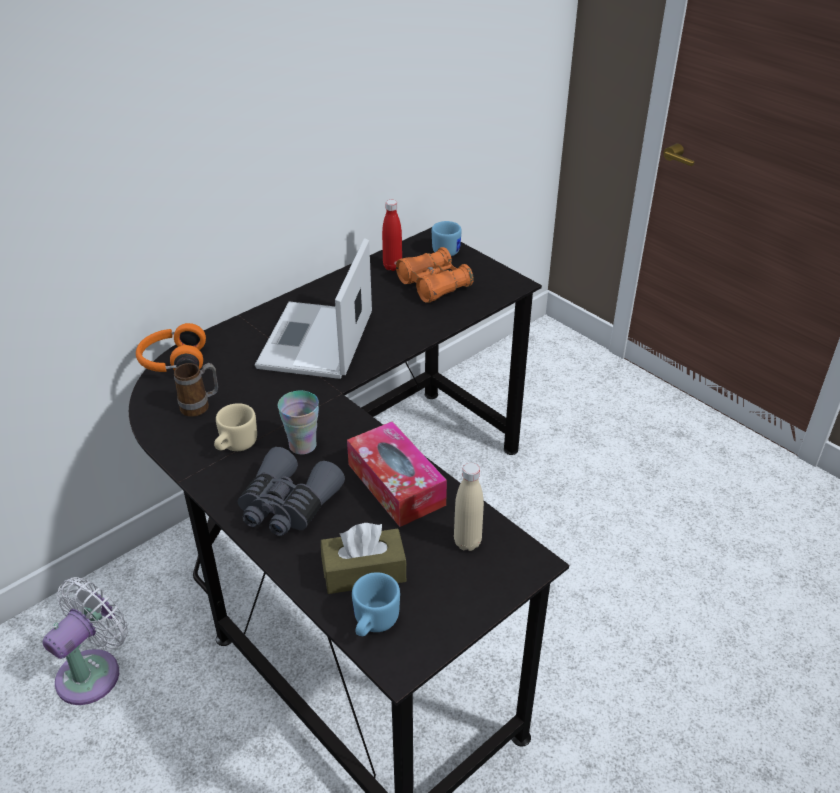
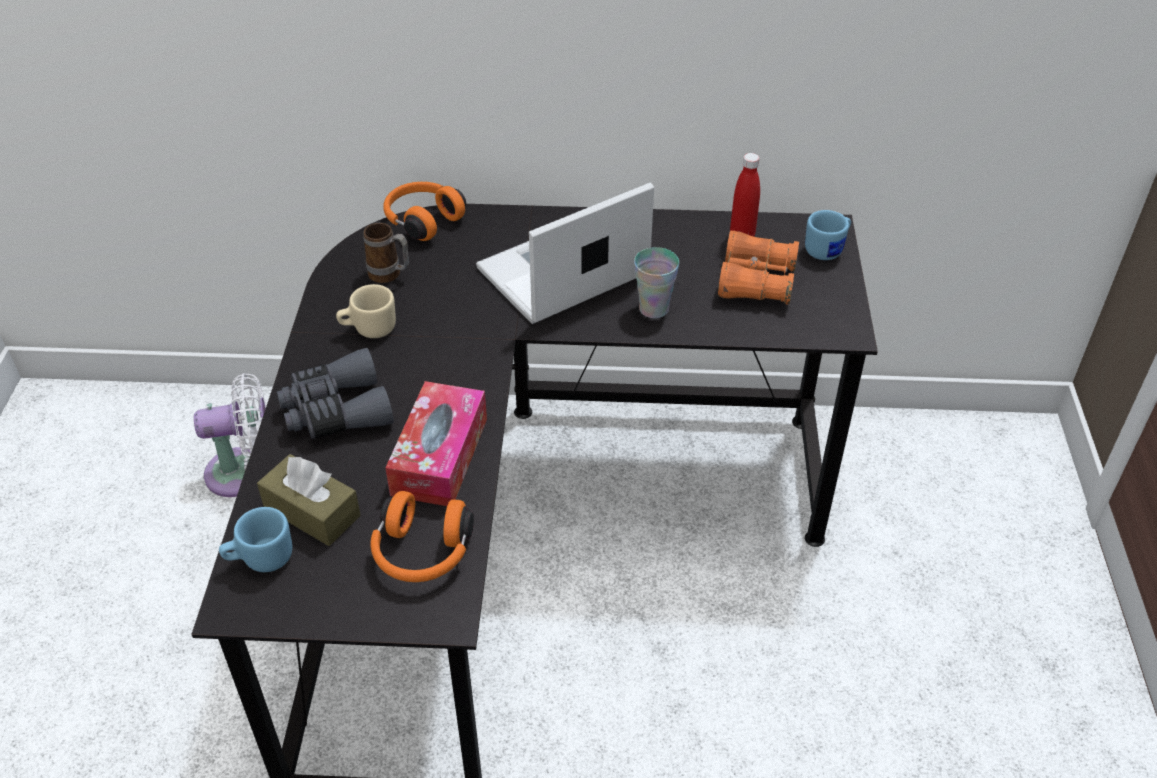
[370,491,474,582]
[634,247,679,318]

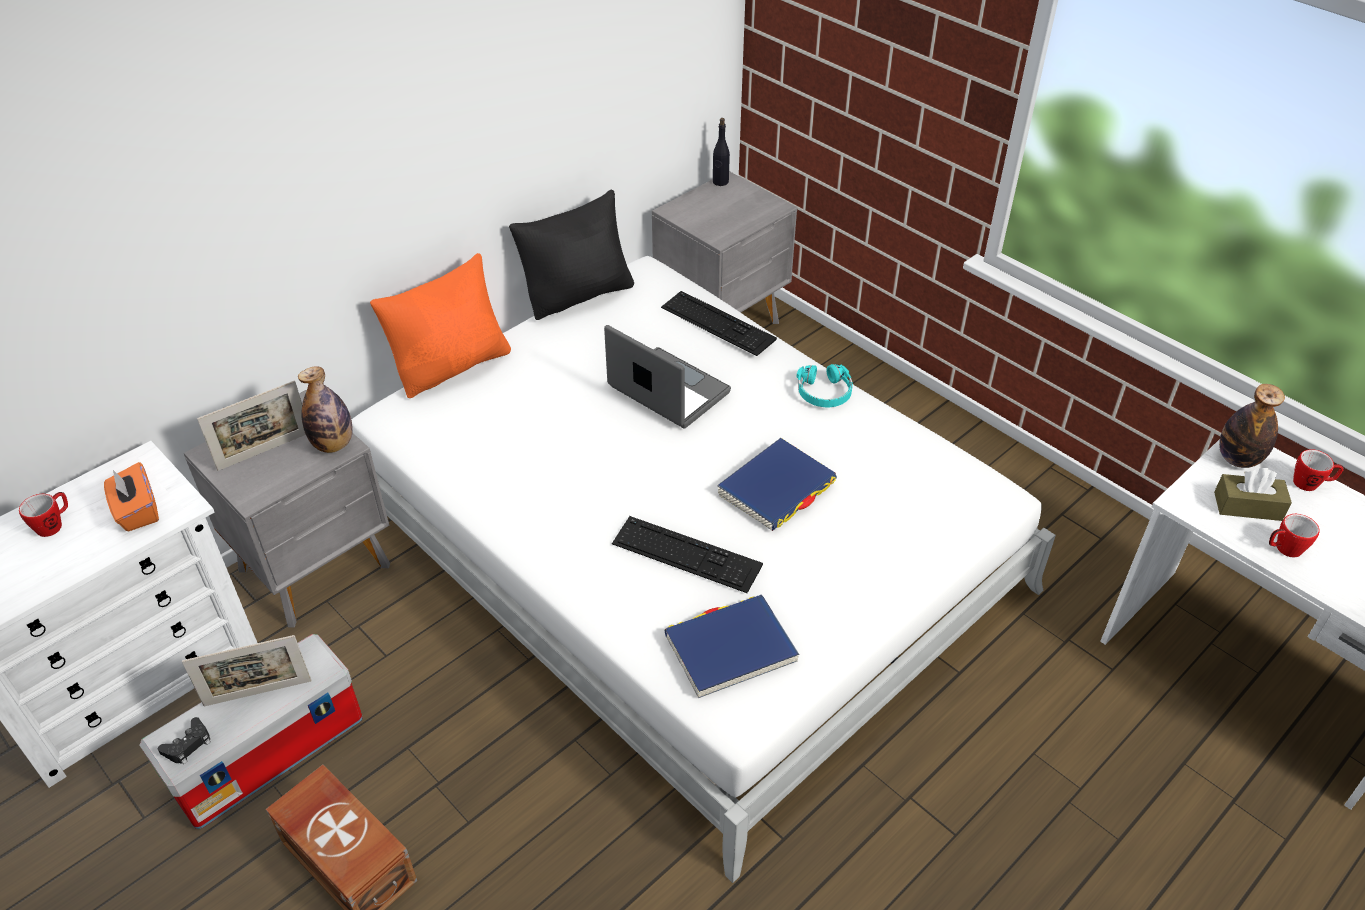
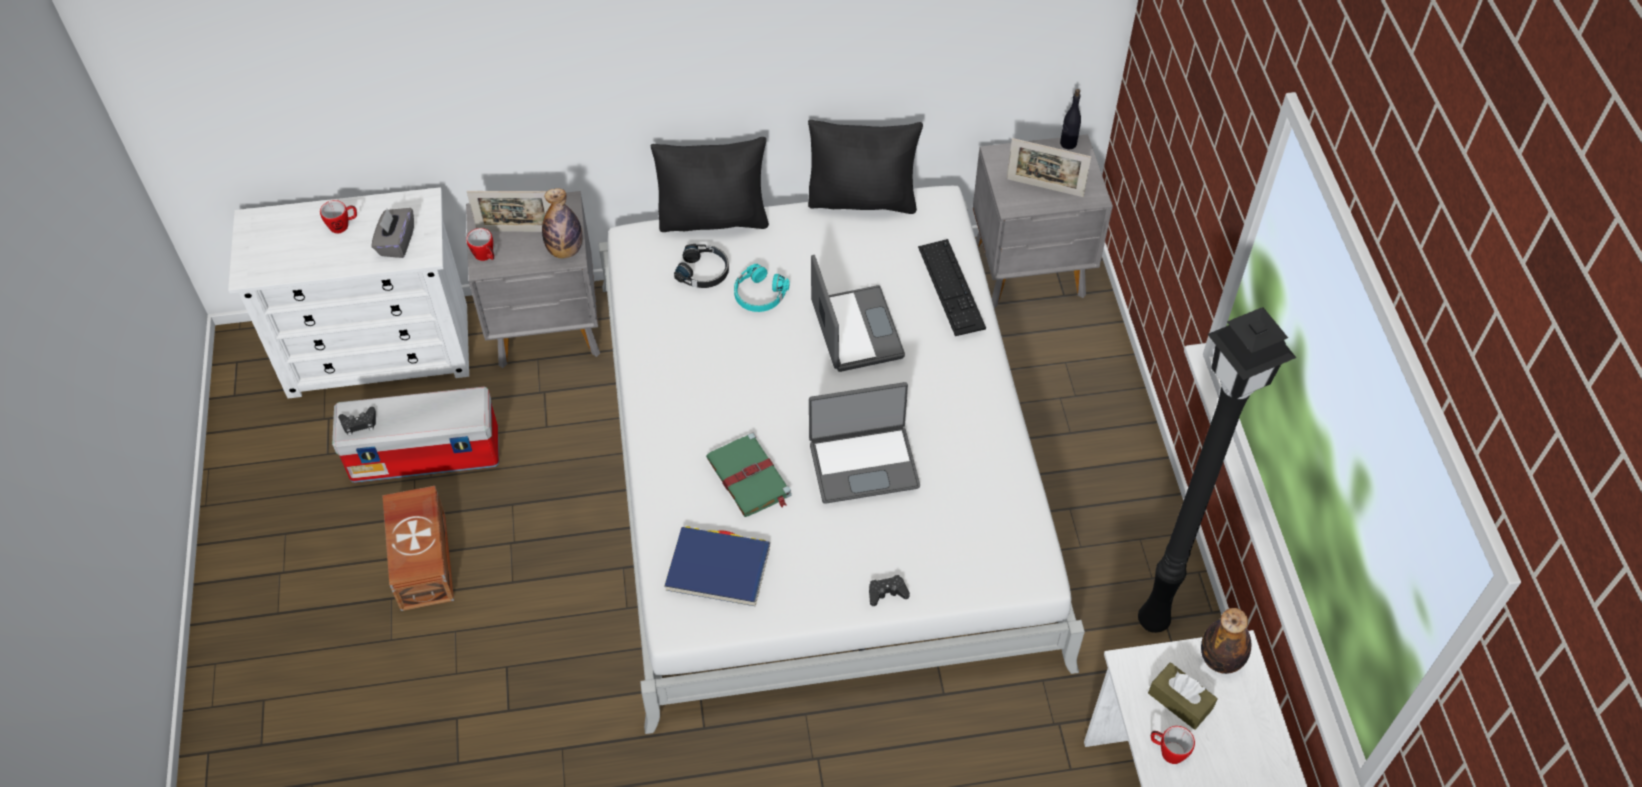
[371,208,414,258]
[466,228,494,261]
[651,137,769,232]
[674,244,729,288]
[706,432,792,517]
[734,263,789,312]
[809,382,920,504]
[869,575,910,606]
[1006,138,1091,197]
[1138,307,1296,633]

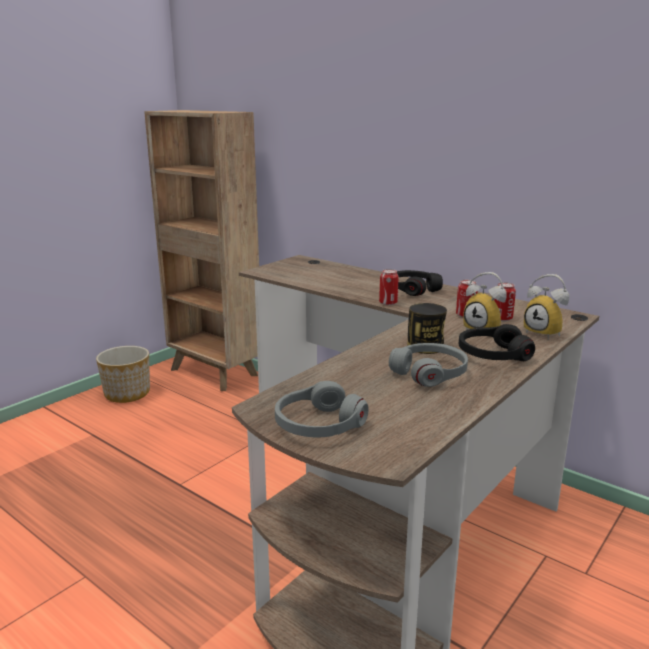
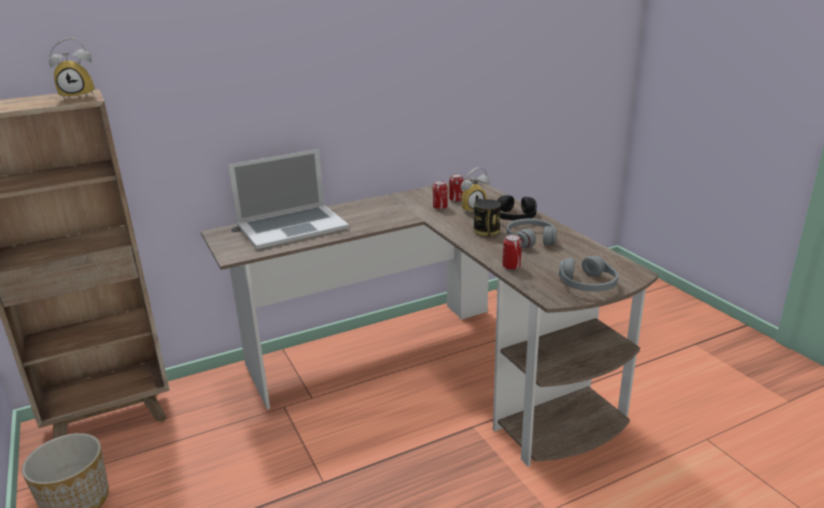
[48,37,95,100]
[228,149,349,249]
[503,234,522,270]
[397,270,443,296] (first image)

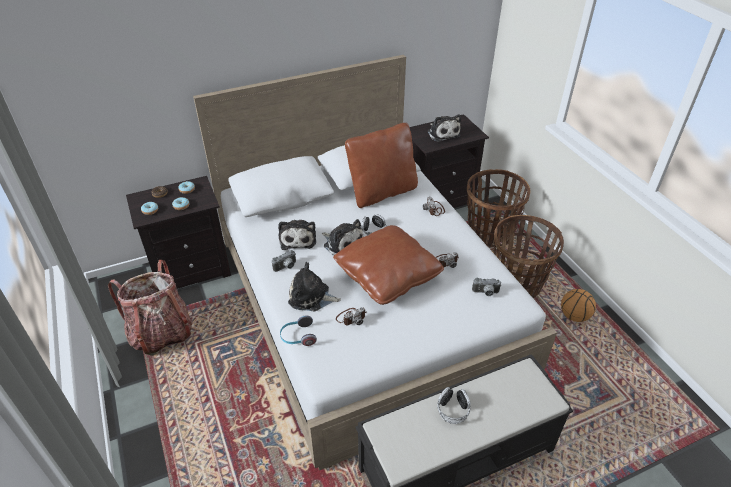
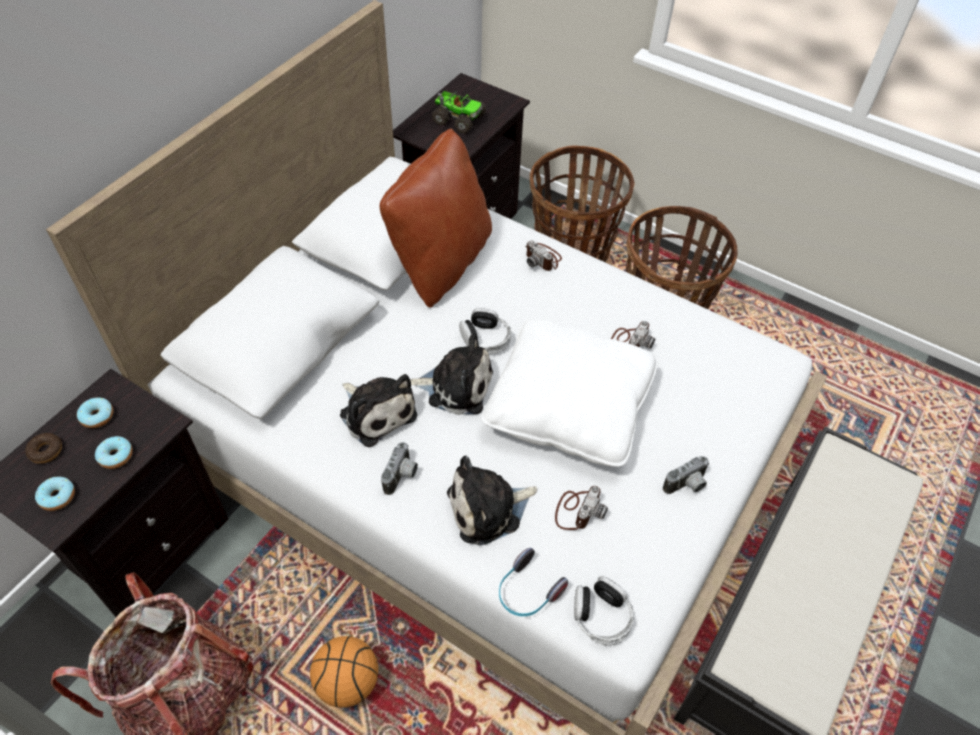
[310,636,378,708]
[432,91,486,134]
[481,318,658,467]
[574,576,634,645]
[663,456,709,494]

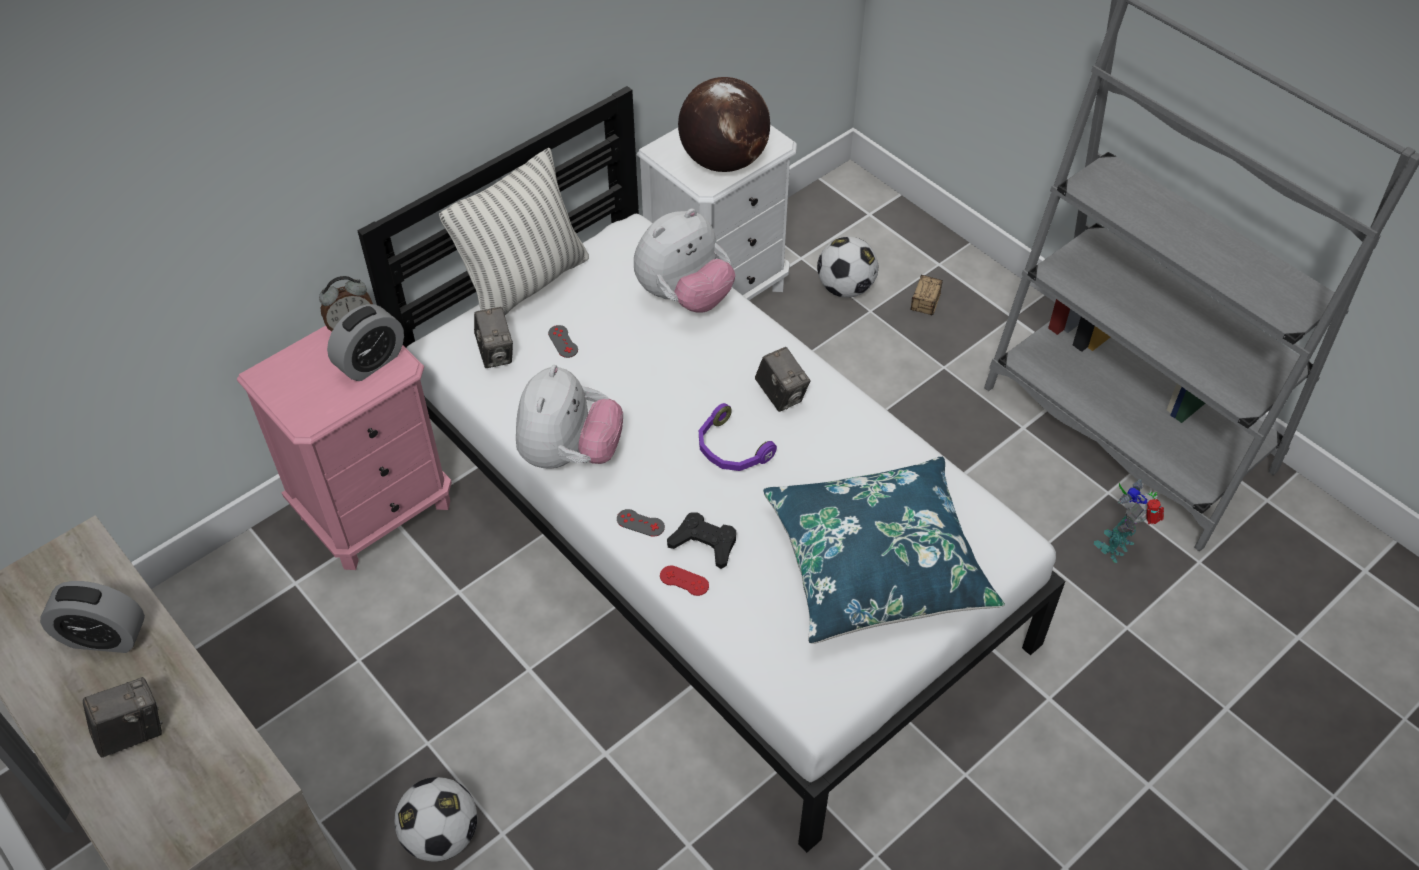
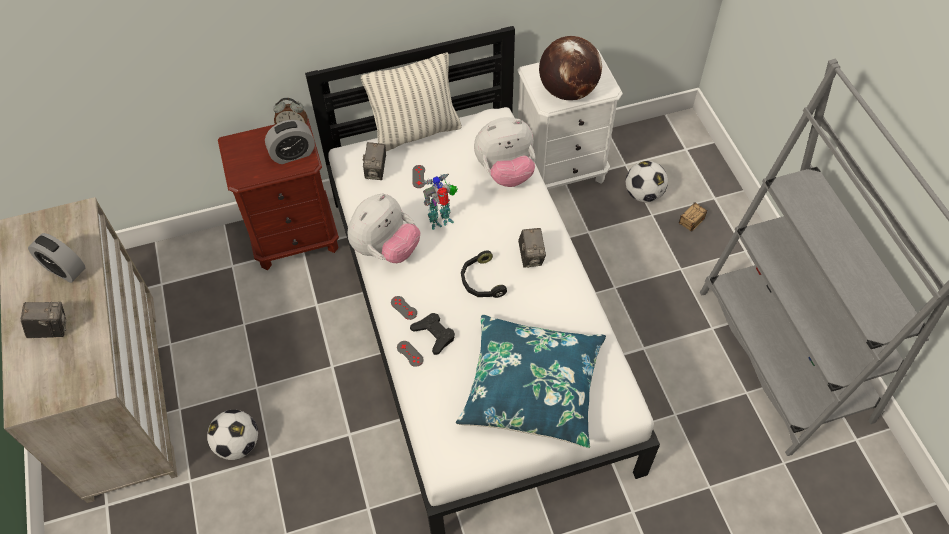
[218,118,339,270]
[397,341,423,367]
[422,174,458,230]
[461,250,507,298]

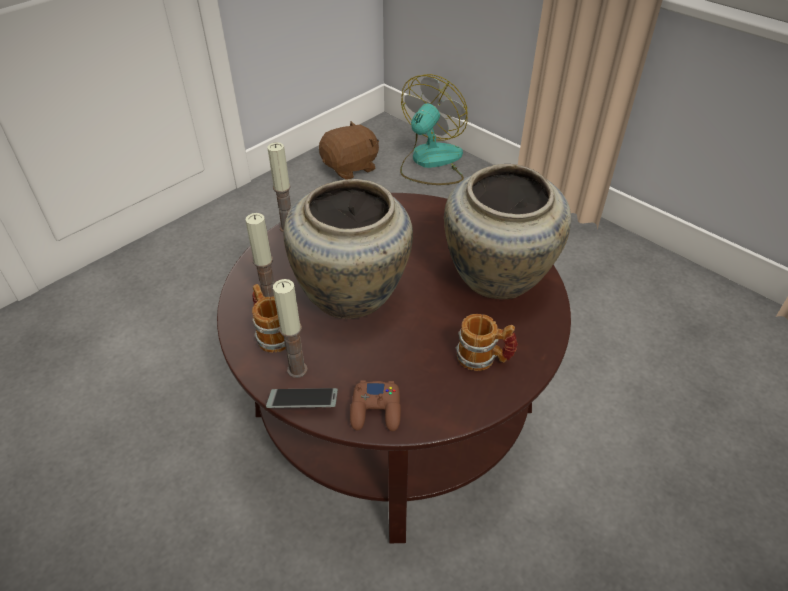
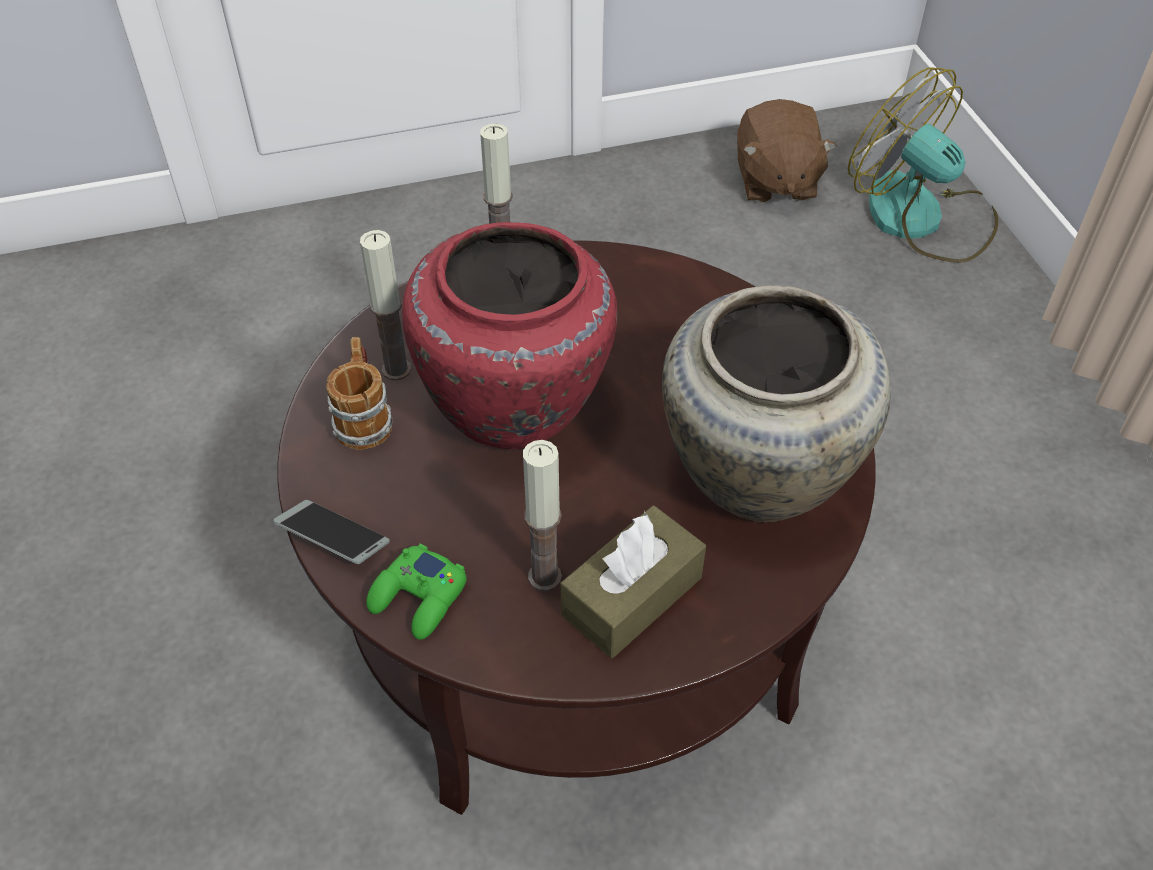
[366,544,467,640]
[402,222,618,449]
[523,440,562,591]
[561,505,706,658]
[737,99,836,203]
[848,67,998,263]

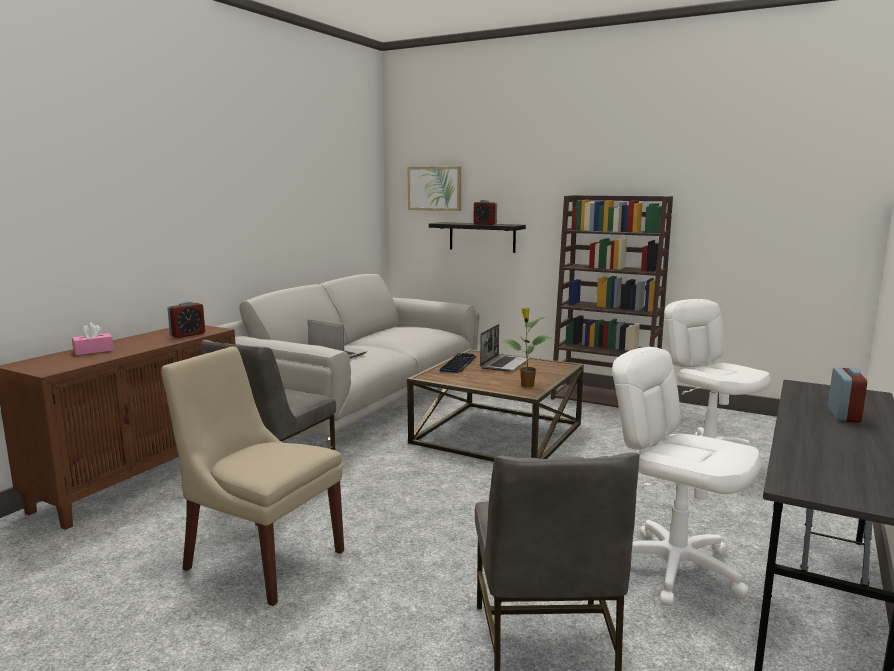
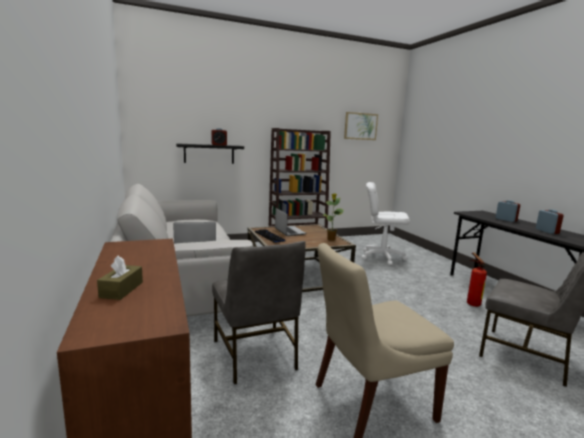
[97,255,143,300]
[344,112,378,140]
[467,252,487,307]
[536,210,564,234]

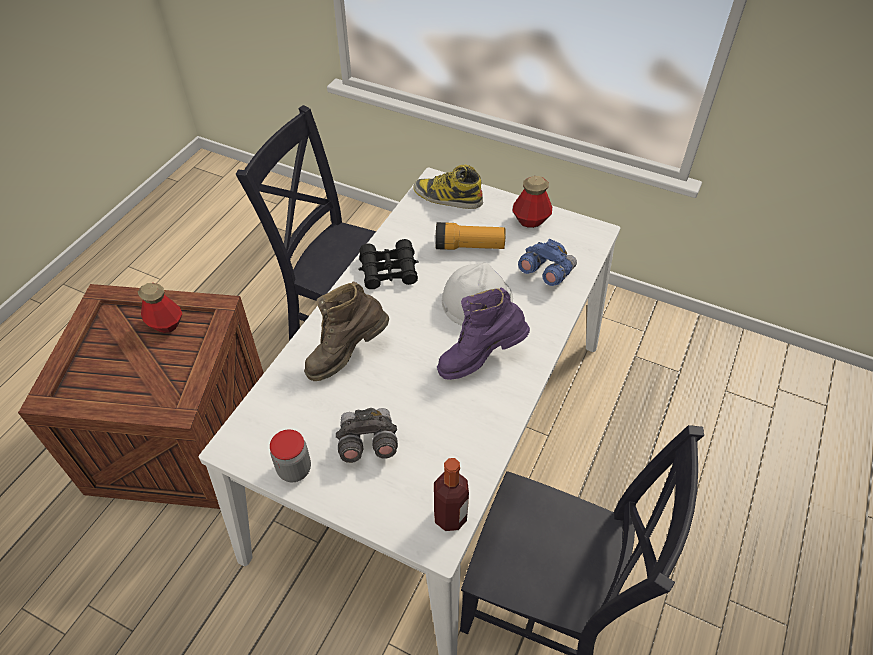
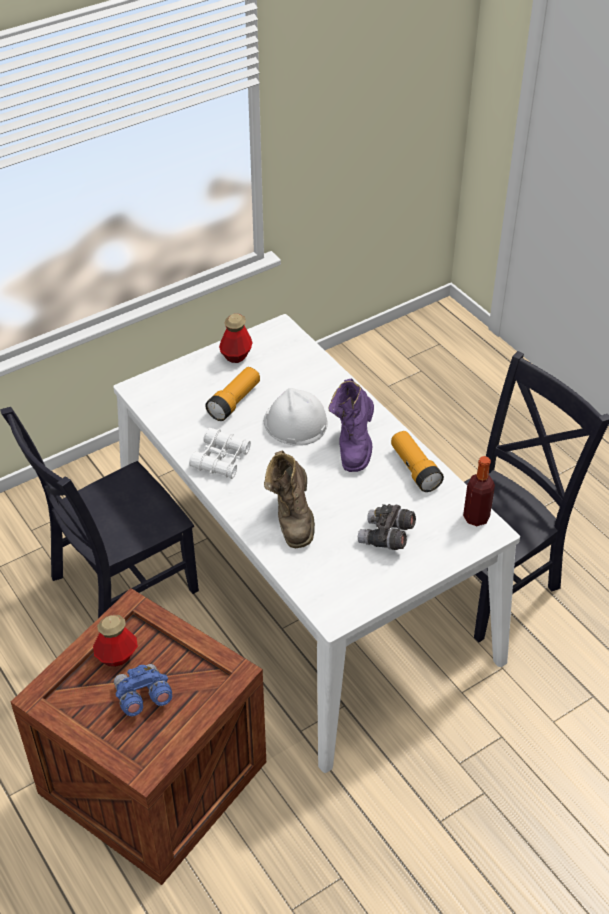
[114,664,172,716]
[189,428,251,479]
[391,431,444,492]
[270,430,311,482] (first image)
[414,165,483,209] (first image)

